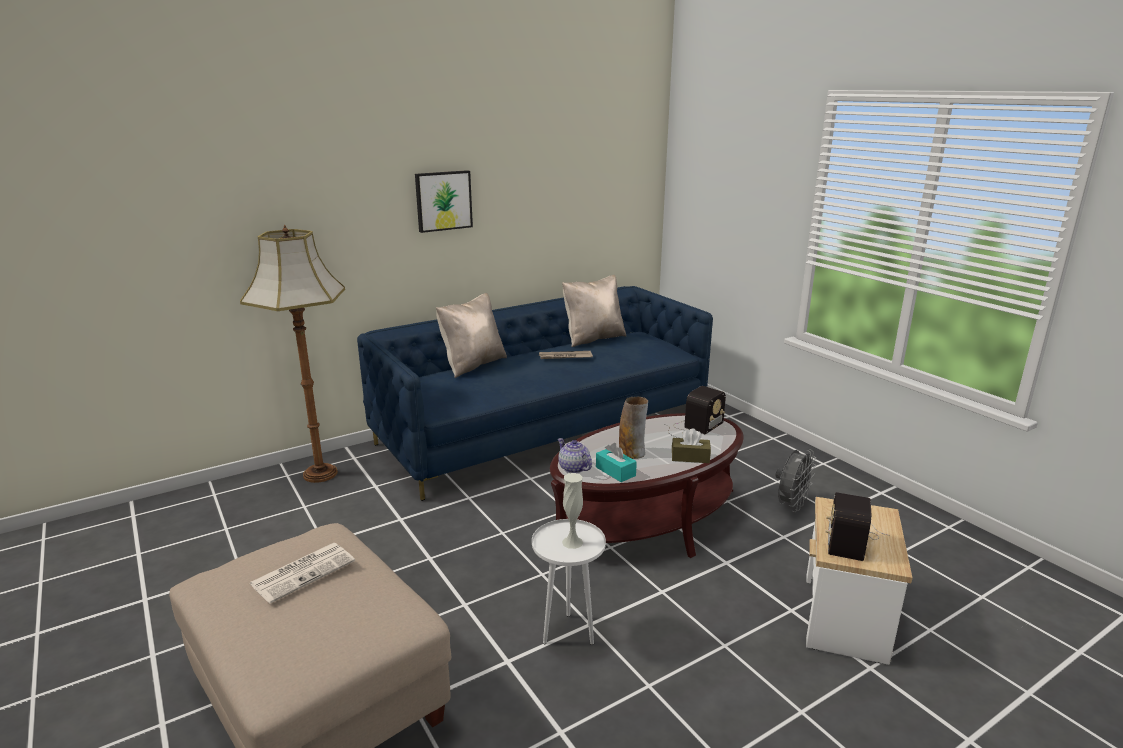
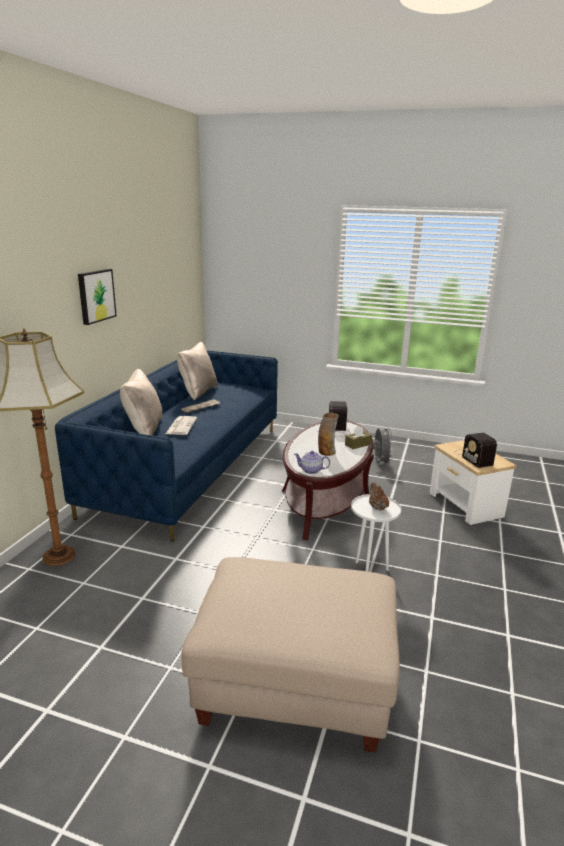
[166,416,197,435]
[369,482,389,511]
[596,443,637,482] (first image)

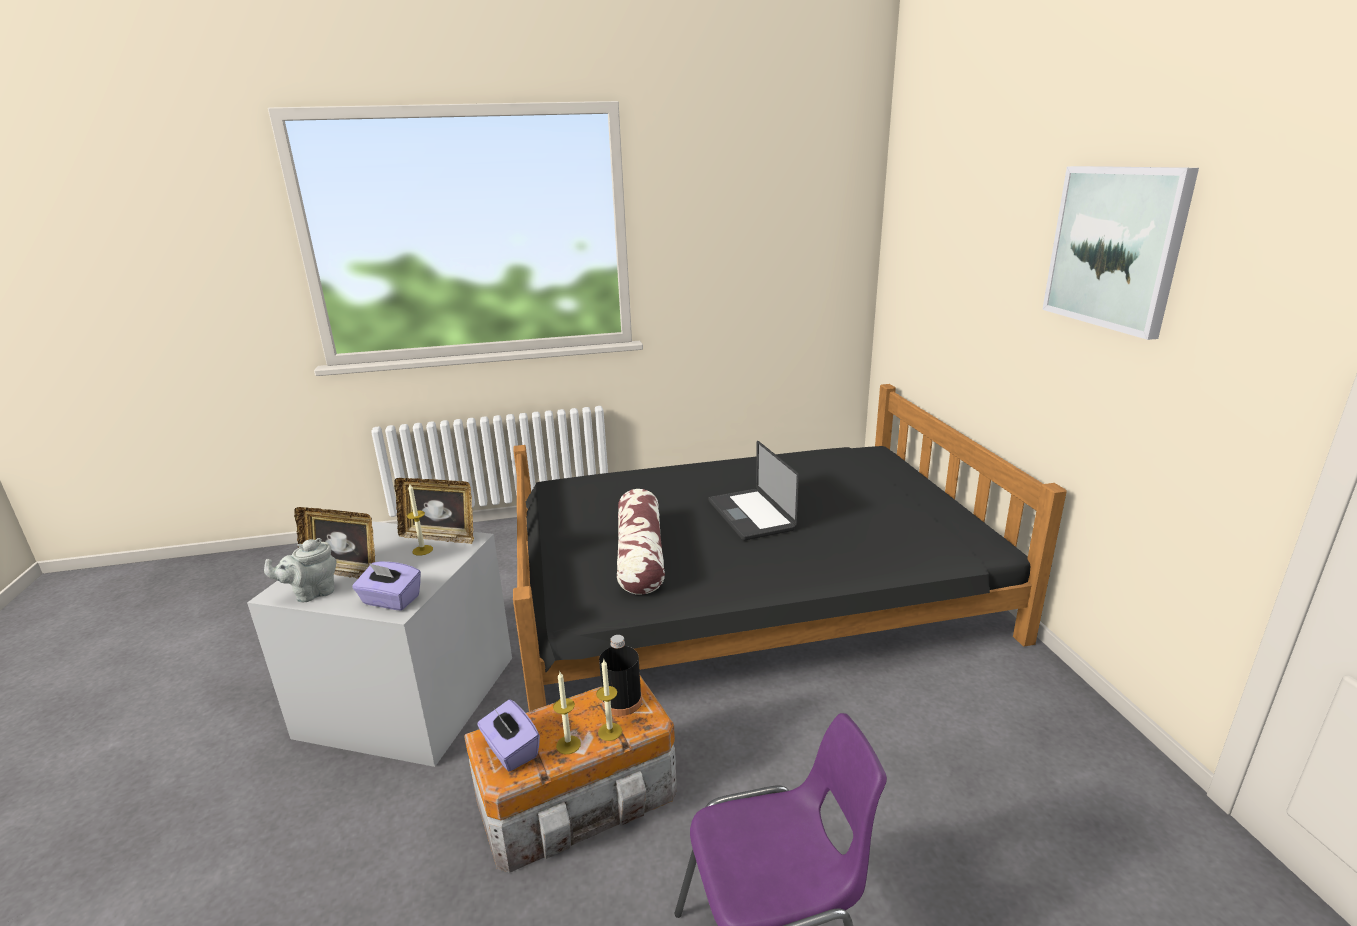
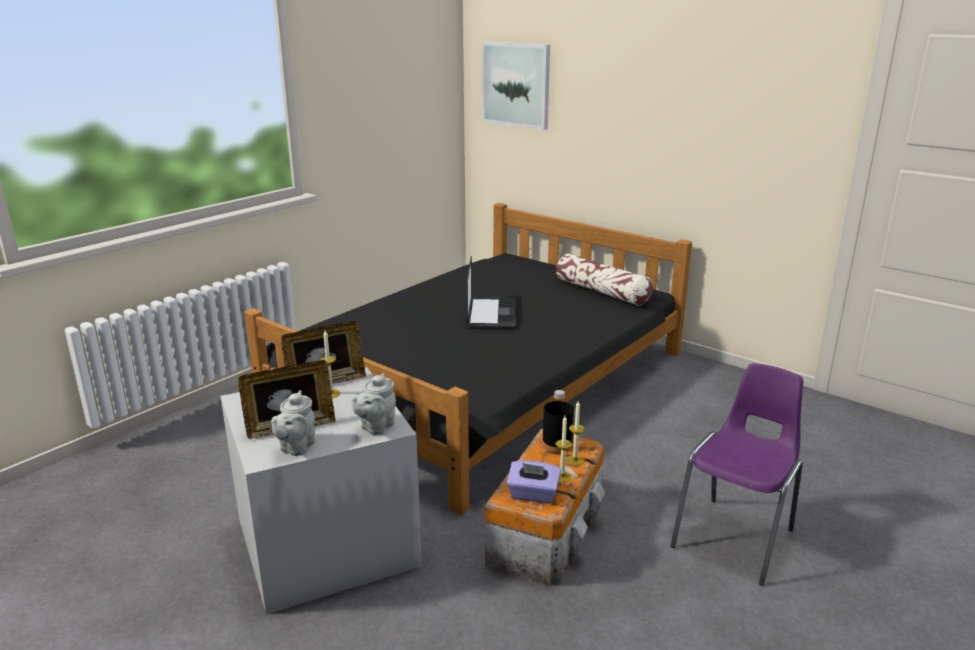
[351,373,396,435]
[466,256,516,330]
[482,42,550,130]
[556,254,652,306]

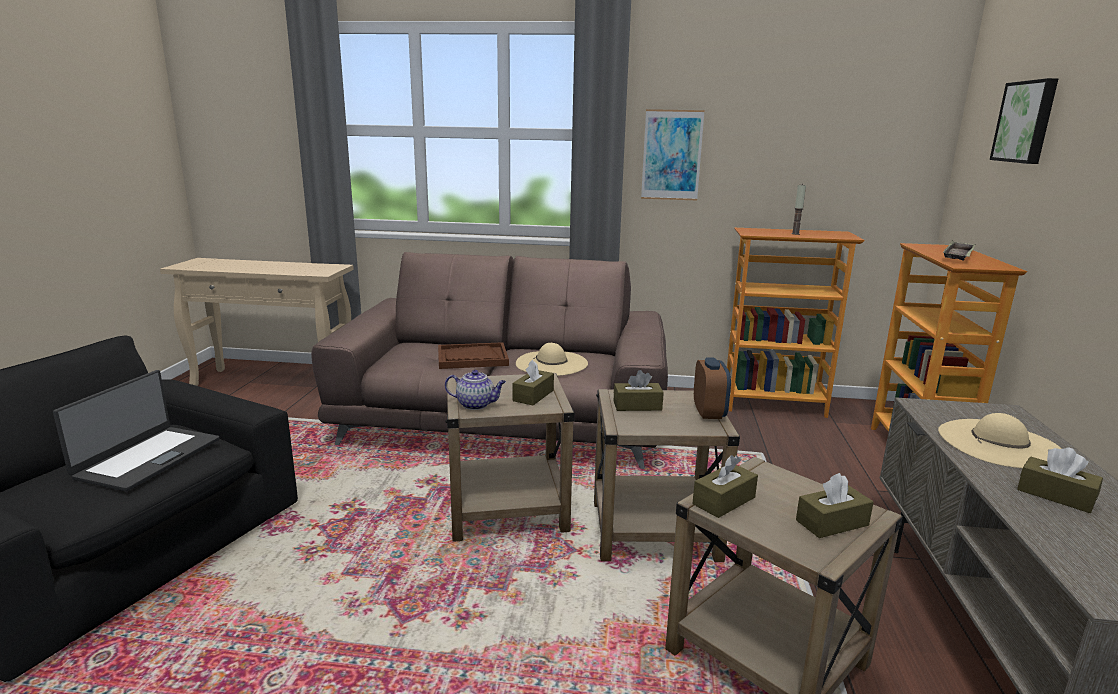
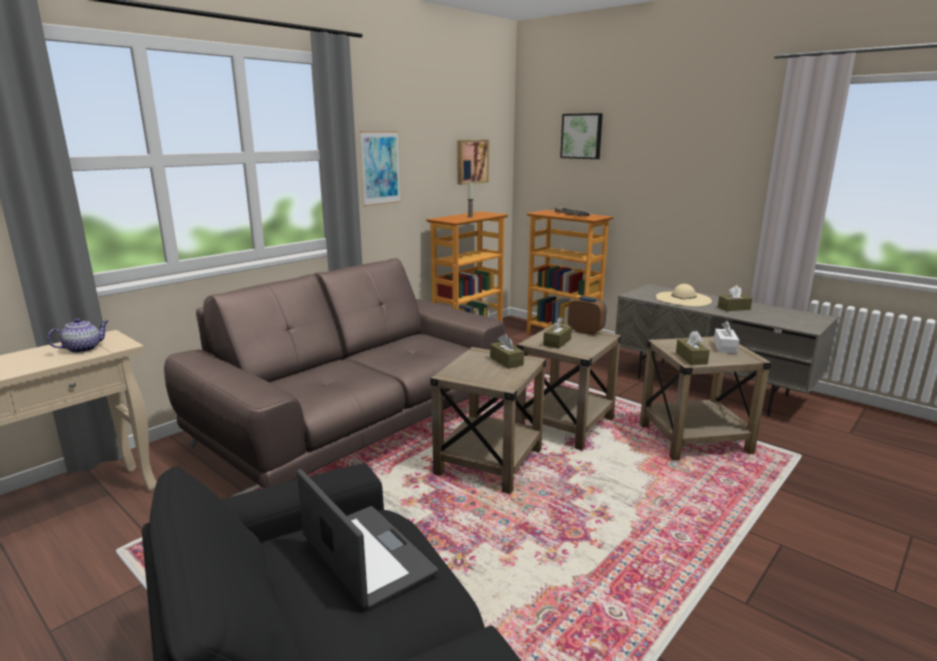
[47,318,108,353]
[457,140,489,185]
[714,321,739,354]
[438,342,509,369] (first image)
[516,343,588,376] (first image)

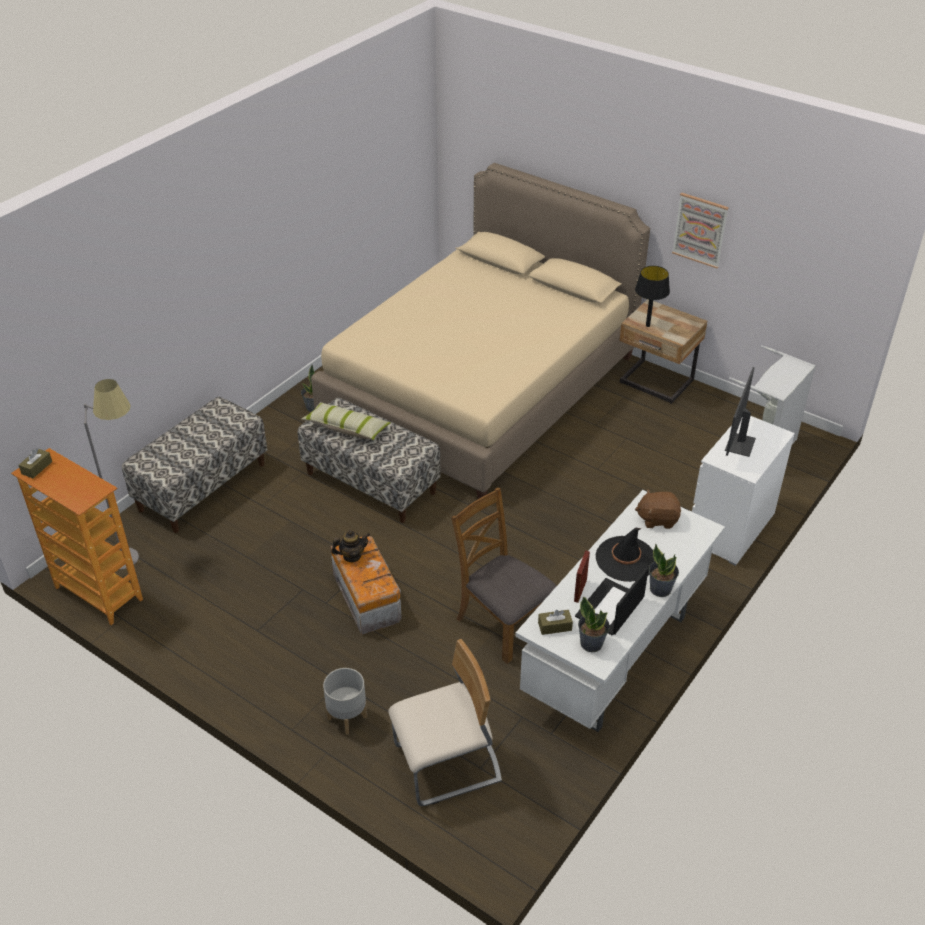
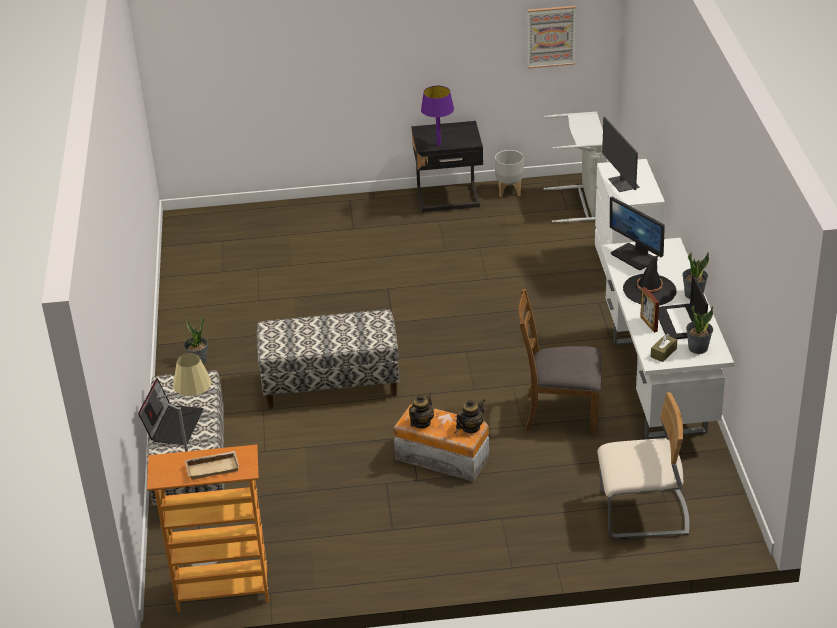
[138,378,204,445]
[185,451,239,480]
[412,121,483,213]
[421,86,454,146]
[456,399,485,433]
[495,150,524,197]
[527,6,576,69]
[597,392,689,539]
[610,197,665,270]
[19,448,52,478] (first image)
[301,402,391,440] (first image)
[311,163,650,499] (first image)

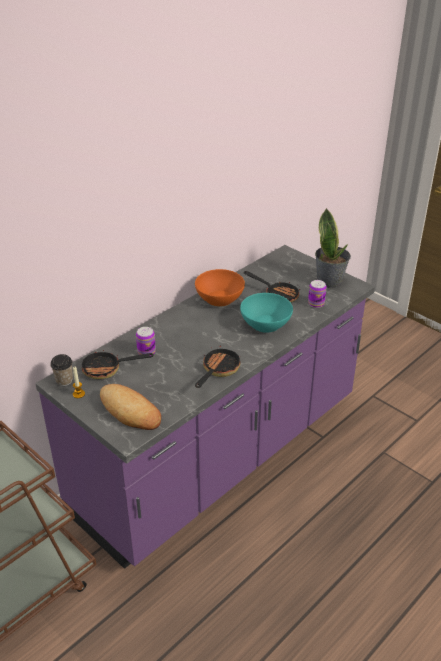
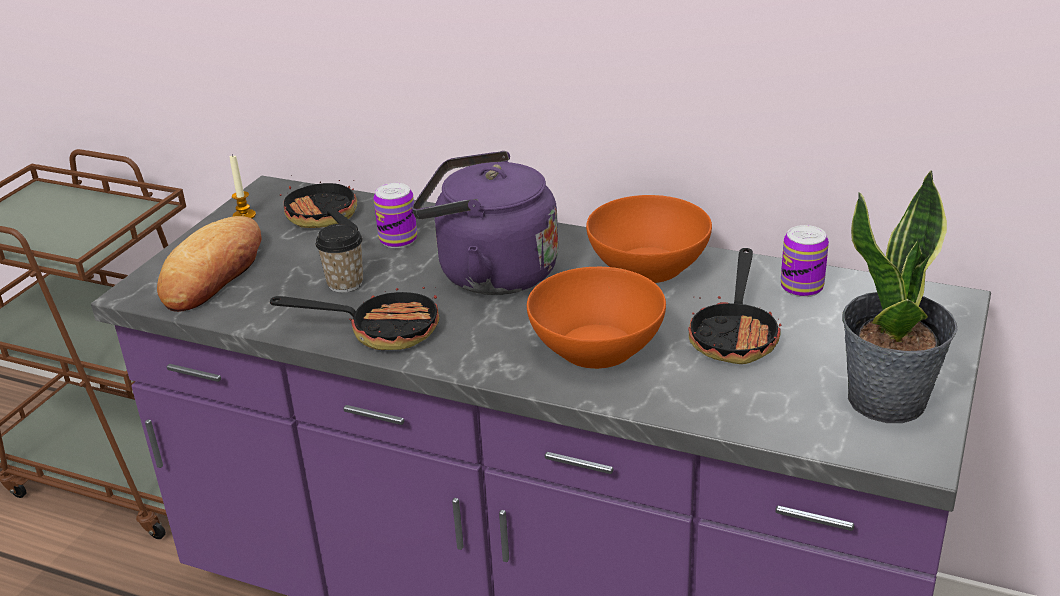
[316,223,363,293]
[412,151,558,295]
[527,267,666,369]
[781,225,829,297]

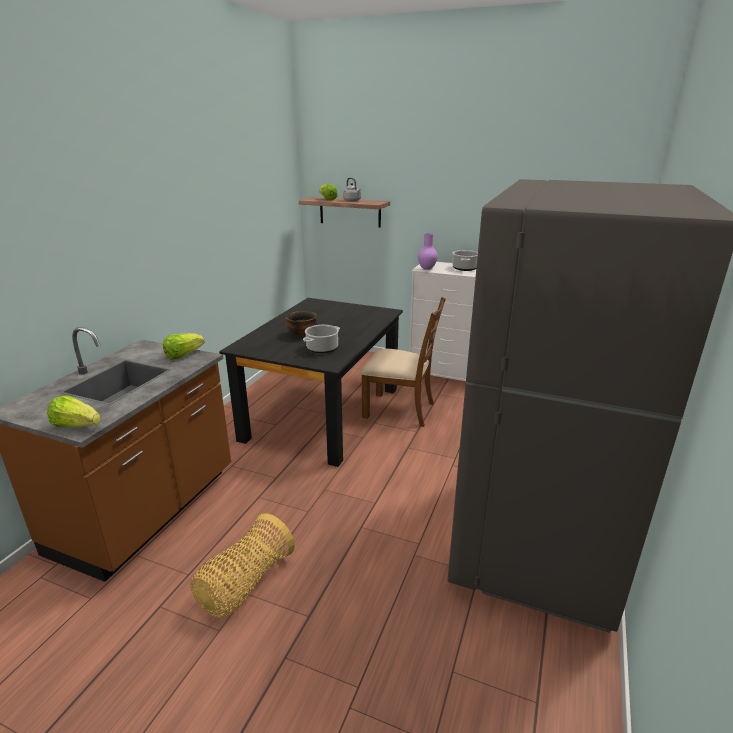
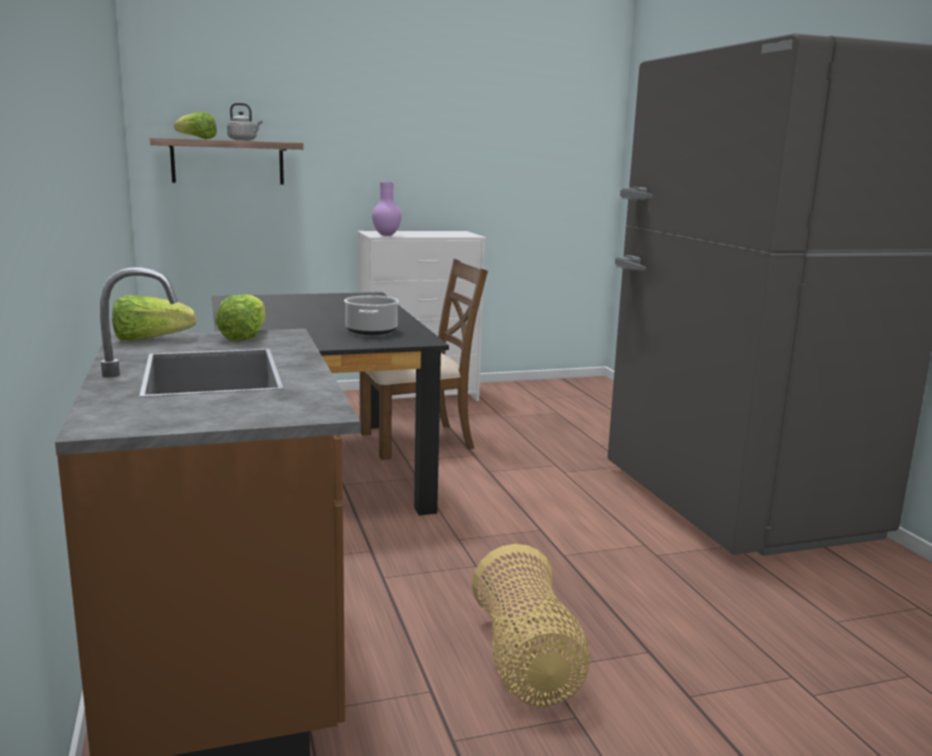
[112,295,196,341]
[286,311,317,337] (first image)
[452,250,478,271] (first image)

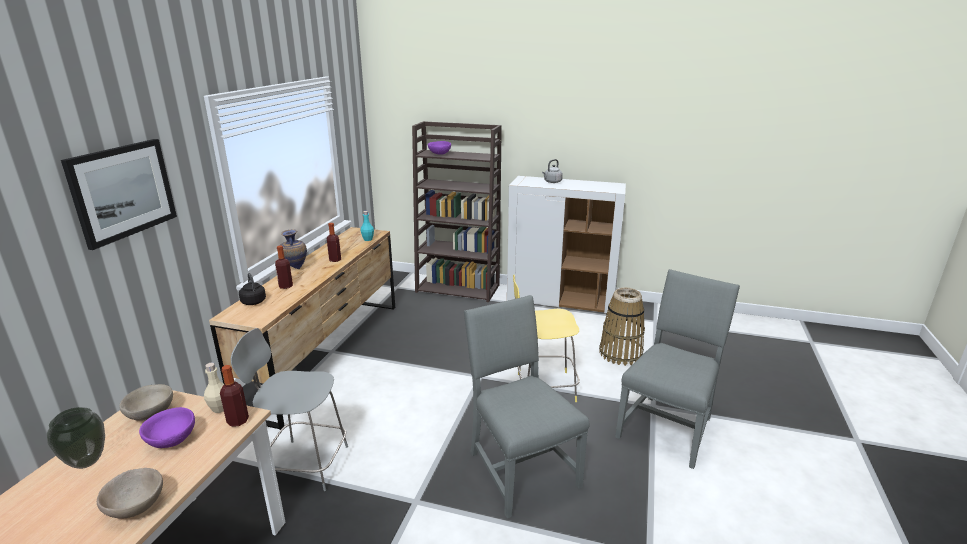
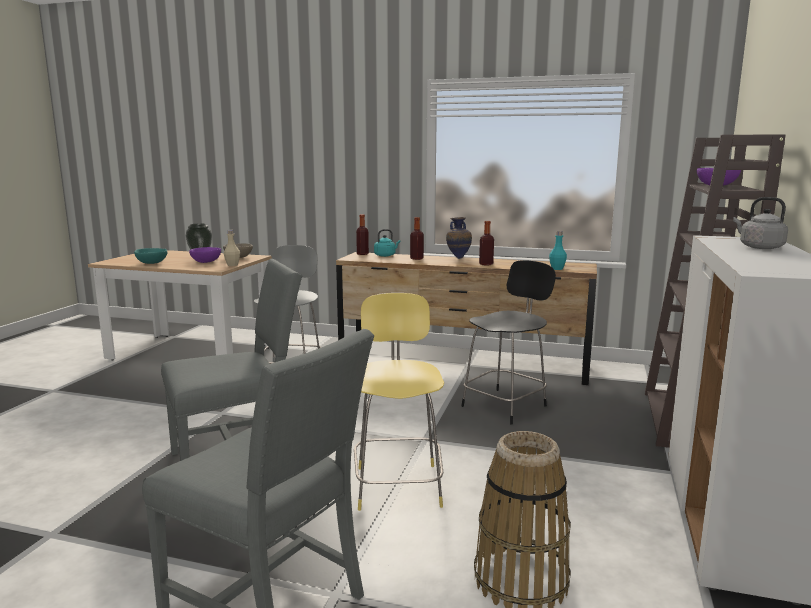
[134,248,168,264]
[356,214,369,255]
[374,229,401,257]
[461,260,556,424]
[61,139,177,250] (first image)

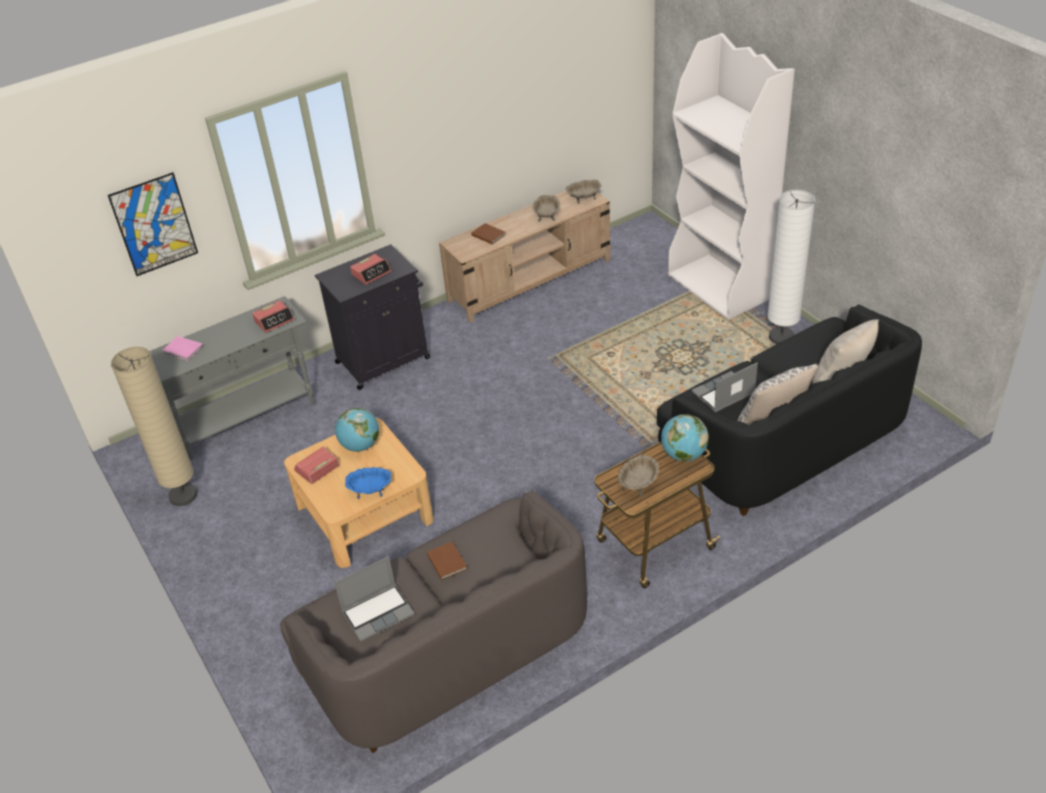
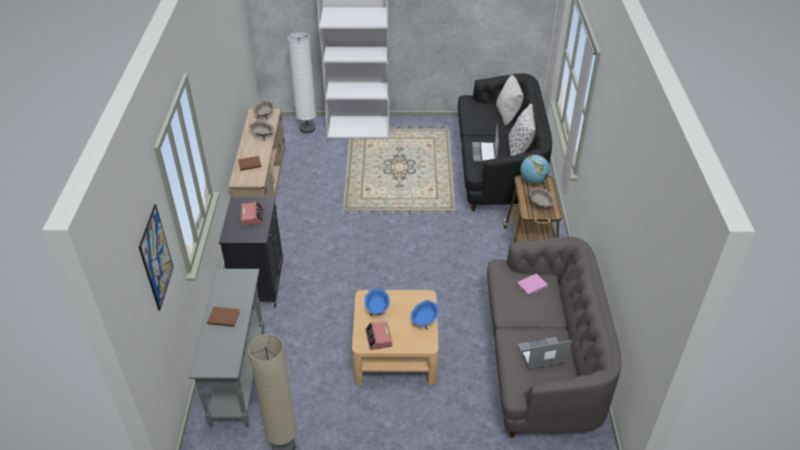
[207,307,240,327]
[288,32,316,134]
[364,289,390,316]
[517,273,548,296]
[517,337,572,369]
[252,300,294,333] (first image)

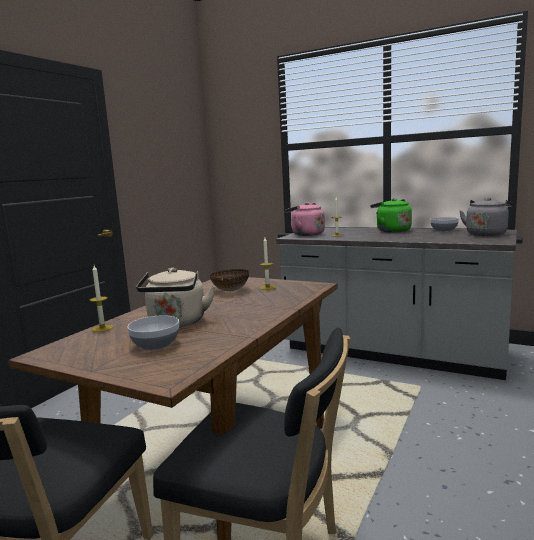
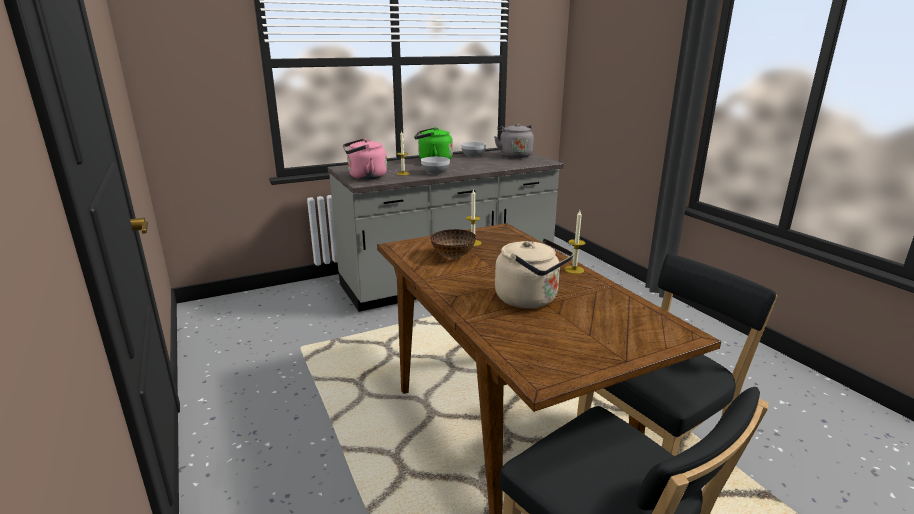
[421,157,450,174]
[564,210,586,274]

